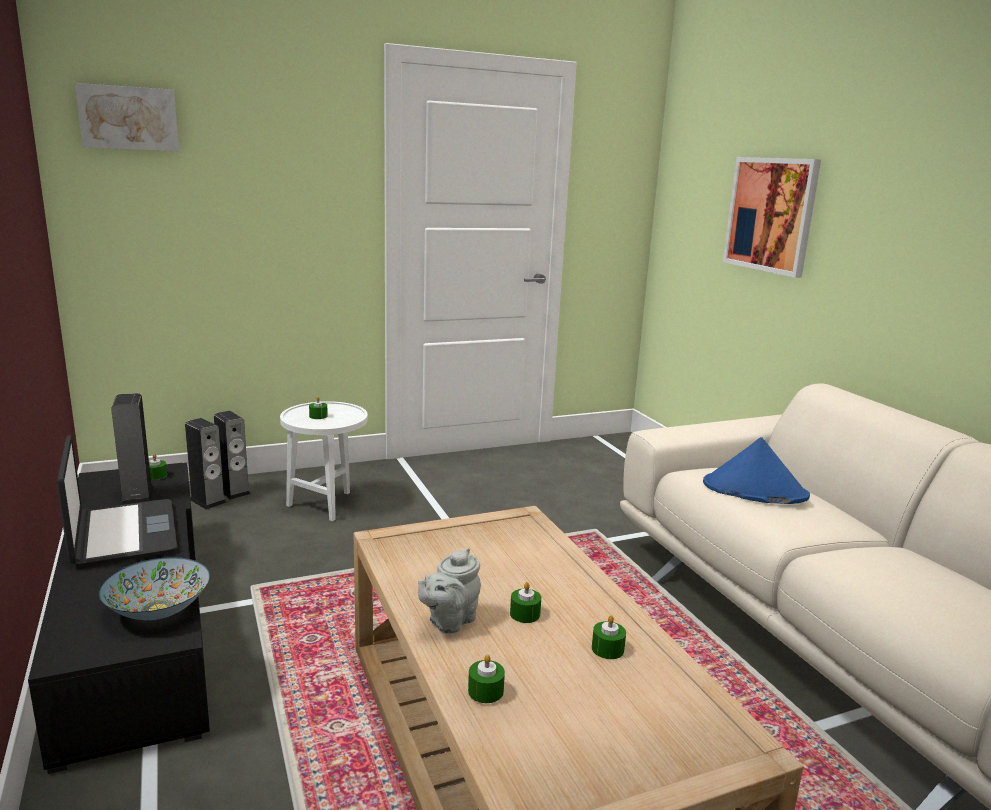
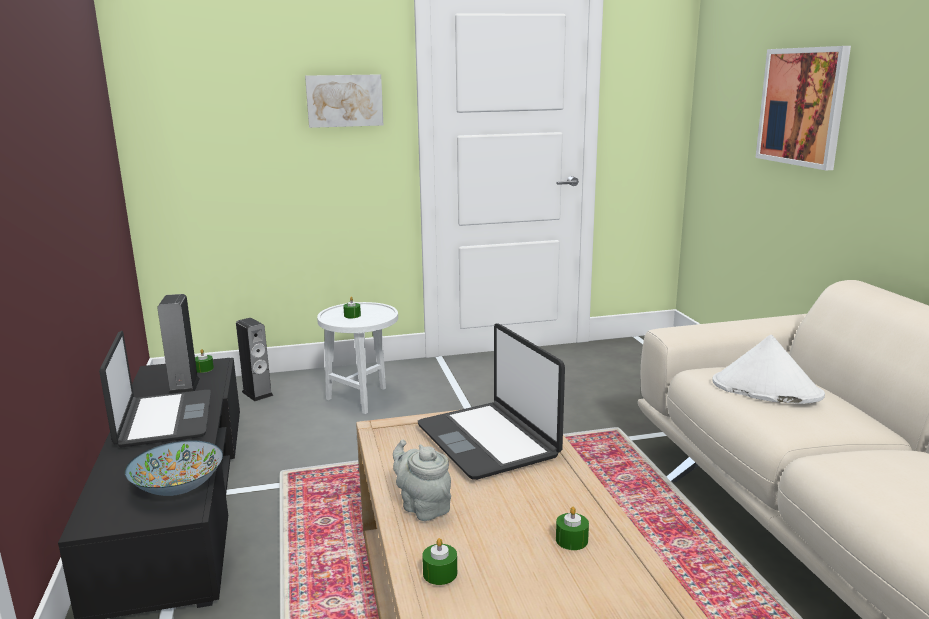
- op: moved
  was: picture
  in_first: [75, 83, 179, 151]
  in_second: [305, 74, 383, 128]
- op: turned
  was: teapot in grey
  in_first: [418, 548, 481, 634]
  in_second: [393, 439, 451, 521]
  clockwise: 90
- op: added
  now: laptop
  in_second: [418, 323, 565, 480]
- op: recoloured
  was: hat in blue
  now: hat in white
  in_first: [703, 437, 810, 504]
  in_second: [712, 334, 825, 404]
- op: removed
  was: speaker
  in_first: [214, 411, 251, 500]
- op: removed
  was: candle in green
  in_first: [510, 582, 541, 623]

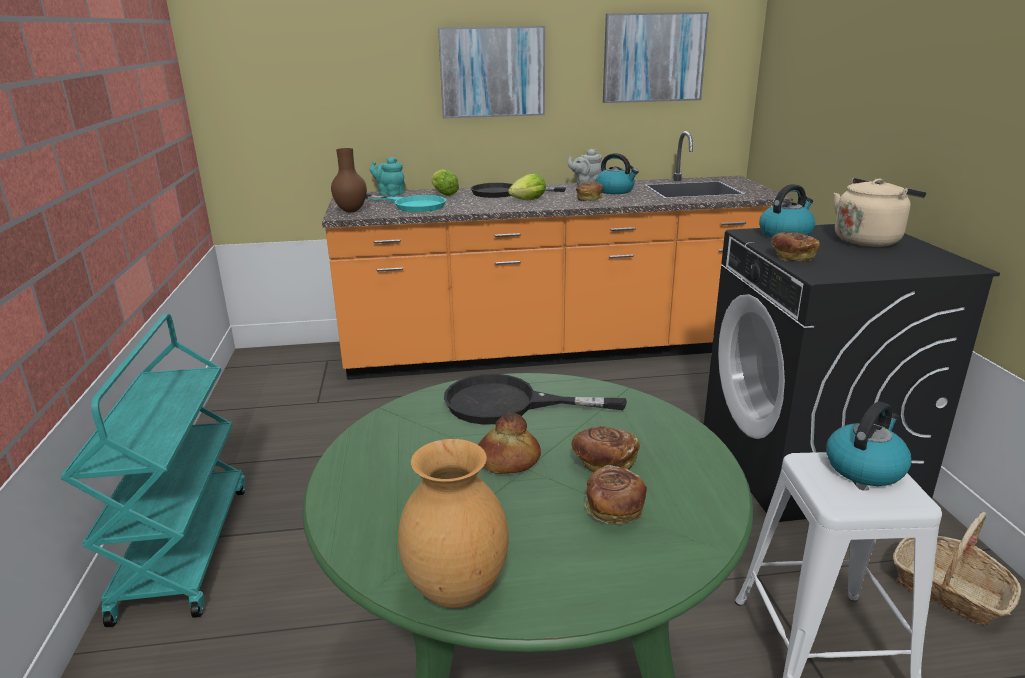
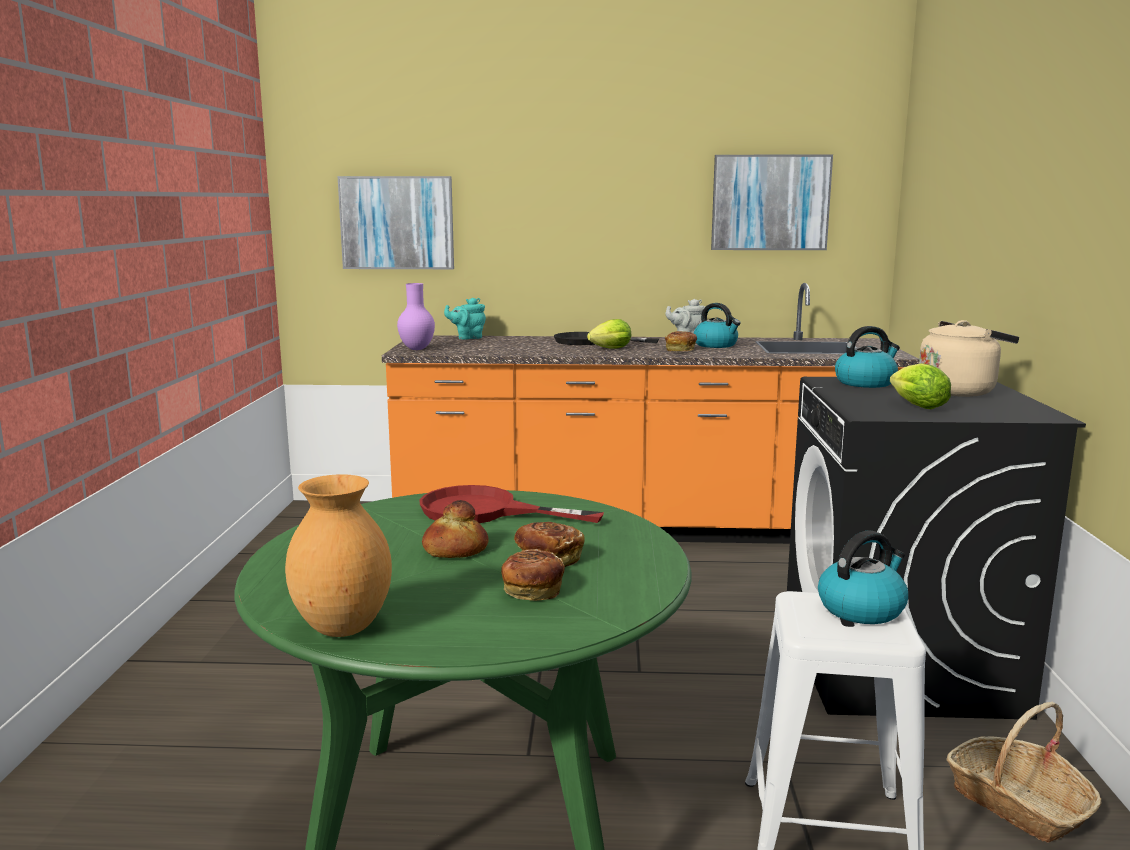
- op: moved
  was: picture
  in_first: [438, 26, 545, 118]
  in_second: [337, 176, 454, 269]
- op: recoloured
  was: vase in brown
  now: vase in purple
  in_first: [331, 148, 367, 212]
  in_second: [397, 283, 435, 350]
- op: recoloured
  was: frying pan in black
  now: frying pan in red
  in_first: [444, 374, 627, 425]
  in_second: [420, 485, 604, 523]
- op: turned
  was: teapot in turquoise
  in_first: [370, 157, 405, 196]
  in_second: [444, 298, 486, 339]
  clockwise: -60
- op: moved
  was: lettuce
  in_first: [431, 169, 459, 196]
  in_second: [890, 363, 951, 409]
- op: removed
  was: cart in turquoise
  in_first: [60, 314, 245, 627]
- op: removed
  was: frying pan in turquoise
  in_first: [365, 194, 446, 212]
- op: removed
  was: bread
  in_first: [771, 232, 820, 261]

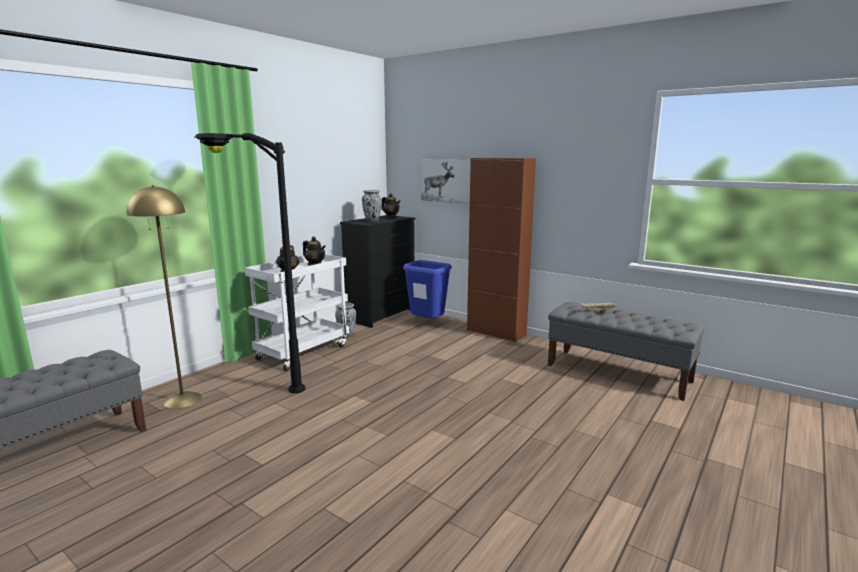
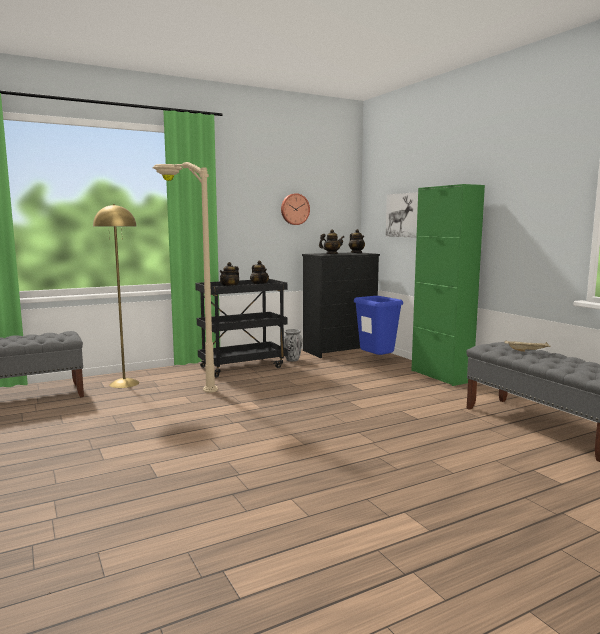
- op: recoloured
  was: floor lamp in black
  now: floor lamp in beige
  in_first: [194, 133, 305, 393]
  in_second: [152, 162, 218, 393]
- op: recoloured
  was: cart in white
  now: cart in black
  in_first: [245, 254, 349, 371]
  in_second: [195, 279, 288, 378]
- op: added
  now: wall clock
  in_second: [281, 193, 310, 225]
- op: replaced
  was: vase
  now: teapot
  in_first: [362, 190, 382, 222]
  in_second: [319, 229, 344, 254]
- op: recoloured
  was: cabinet in brown
  now: cabinet in green
  in_first: [467, 158, 536, 342]
  in_second: [411, 184, 485, 386]

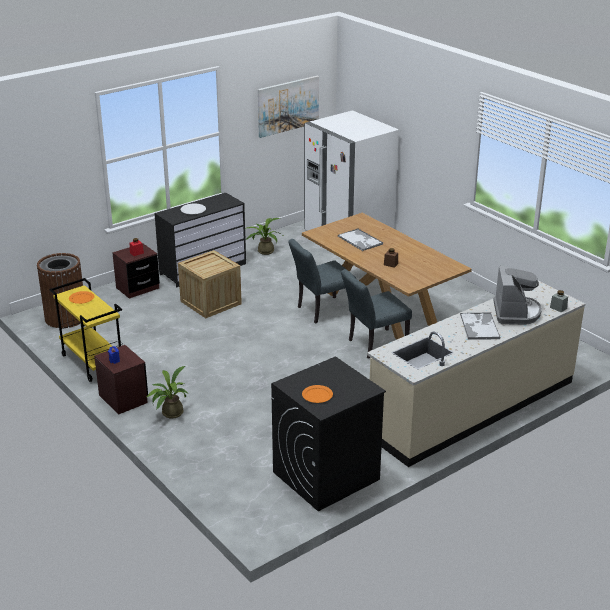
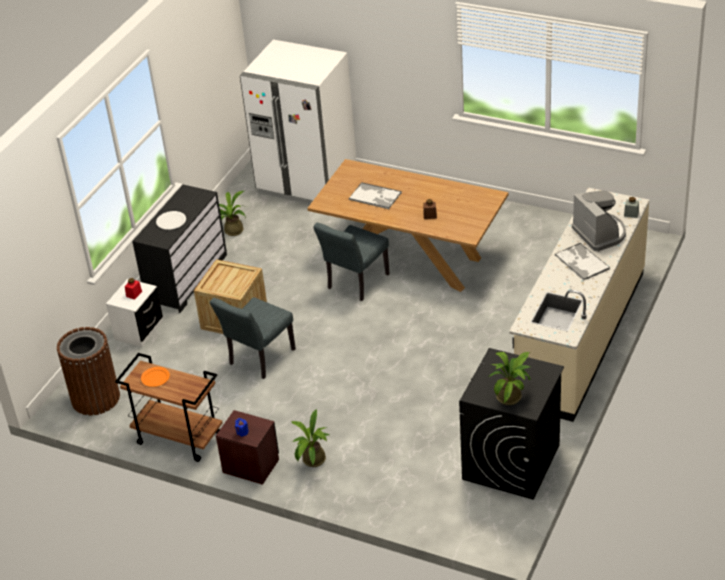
- op: recoloured
  was: nightstand in brown
  now: nightstand in white
  in_first: [112, 243, 160, 299]
  in_second: [106, 279, 163, 347]
- op: recoloured
  was: cart in yellow
  now: cart in brown
  in_first: [50, 278, 123, 382]
  in_second: [115, 353, 222, 462]
- op: moved
  was: chair in grey
  in_first: [341, 269, 412, 359]
  in_second: [210, 297, 296, 379]
- op: replaced
  was: plate in orange
  now: potted plant
  in_first: [302, 385, 333, 403]
  in_second: [488, 352, 531, 405]
- op: removed
  was: picture
  in_first: [258, 76, 319, 138]

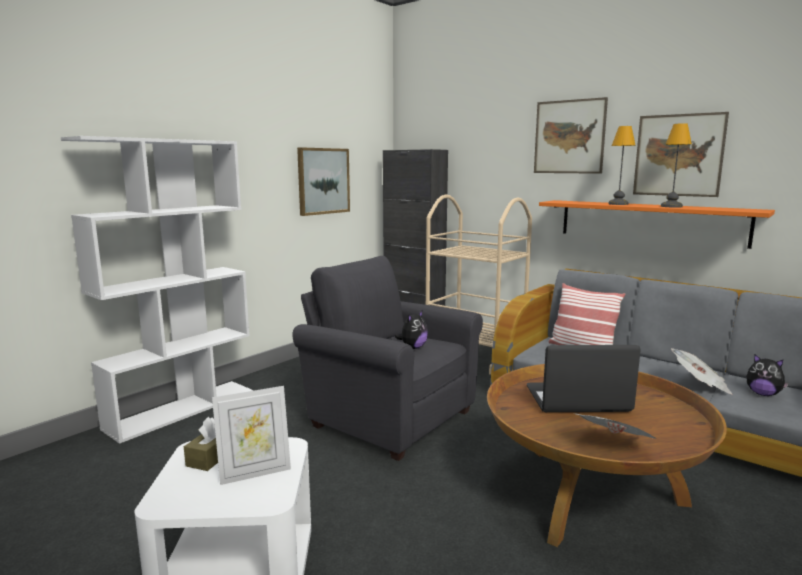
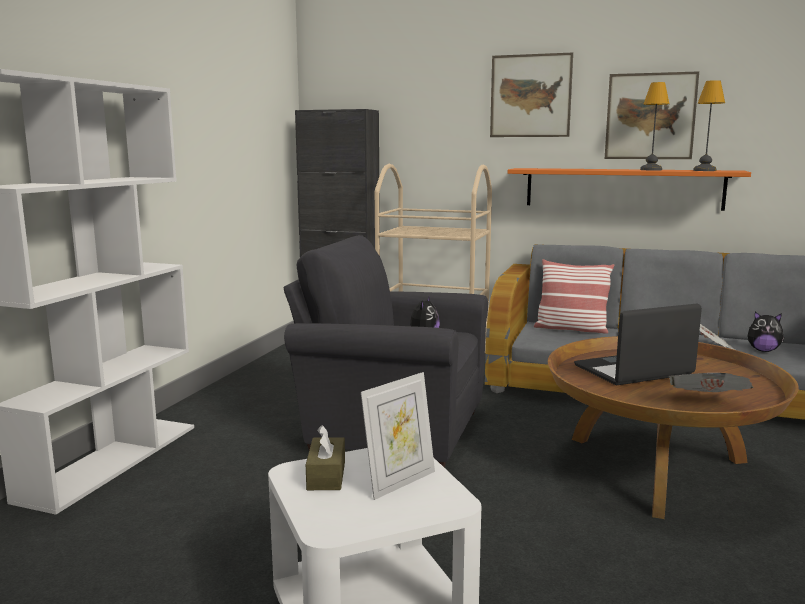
- op: moved
  was: table lamp
  in_first: [608, 126, 636, 205]
  in_second: [693, 80, 725, 171]
- op: removed
  was: picture
  in_first: [297, 147, 350, 216]

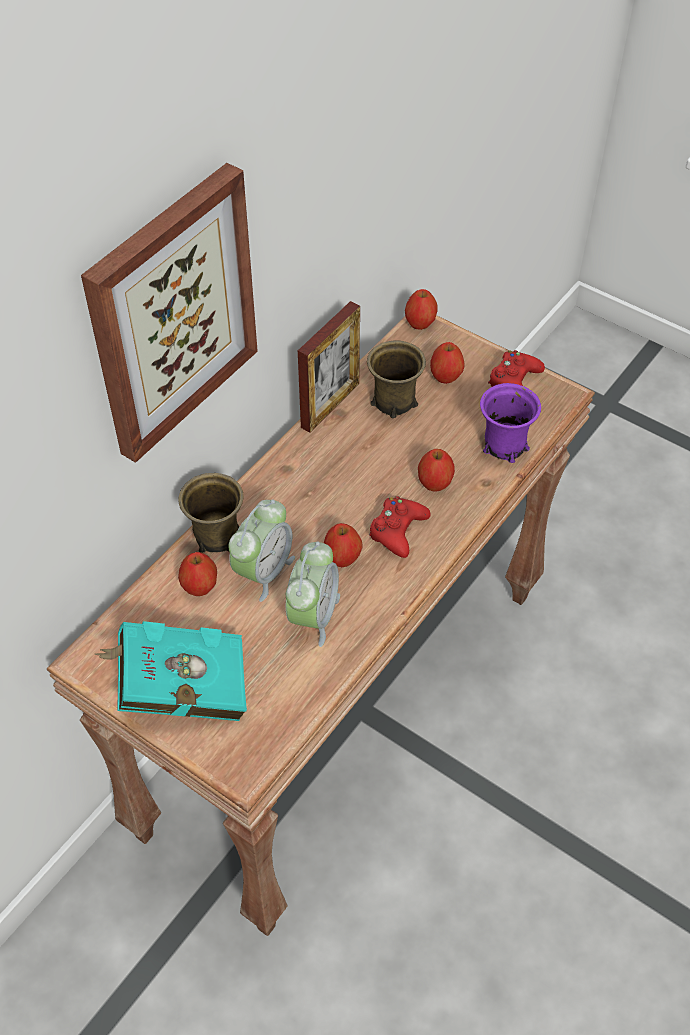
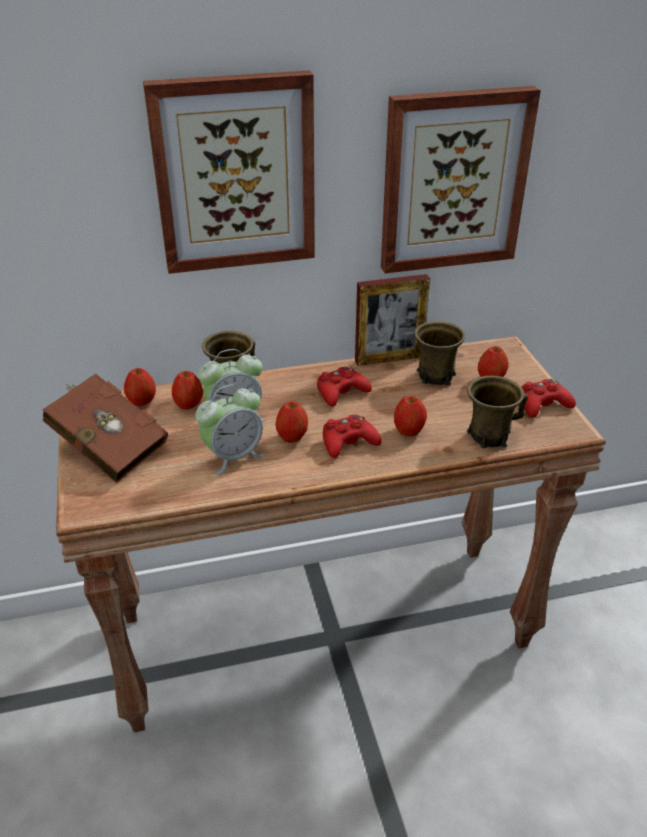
- op: recoloured
  was: book in turquoise
  now: book in brown
  in_first: [94, 621, 247, 721]
  in_second: [42, 373, 168, 483]
- op: moved
  was: apple
  in_first: [405, 289, 437, 330]
  in_second: [124, 368, 156, 406]
- op: added
  now: game controller in red
  in_second: [317, 366, 372, 407]
- op: added
  now: picture
  in_second: [381, 86, 541, 273]
- op: recoloured
  was: mug in purple
  now: mug in brown
  in_first: [480, 383, 541, 463]
  in_second: [467, 376, 528, 448]

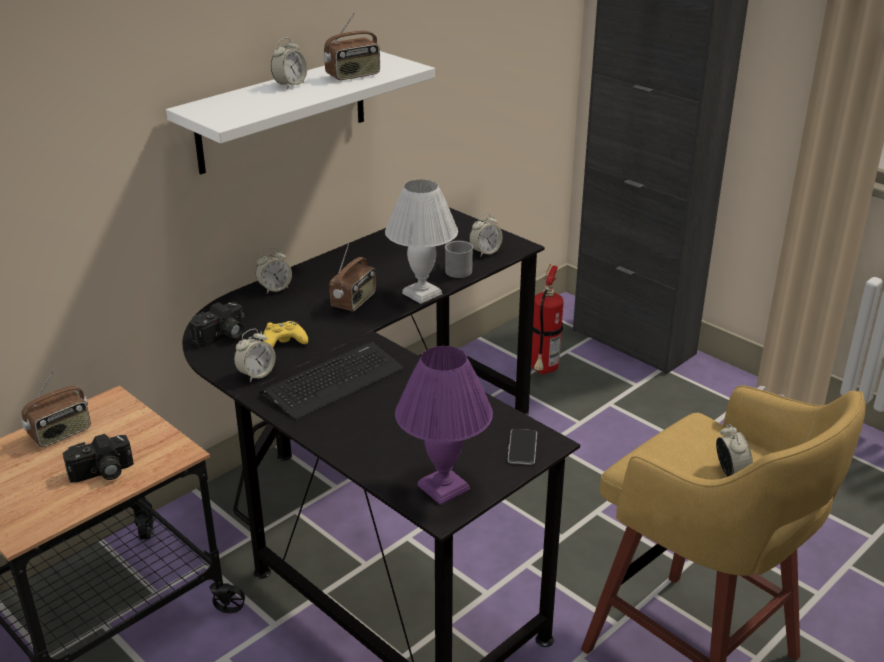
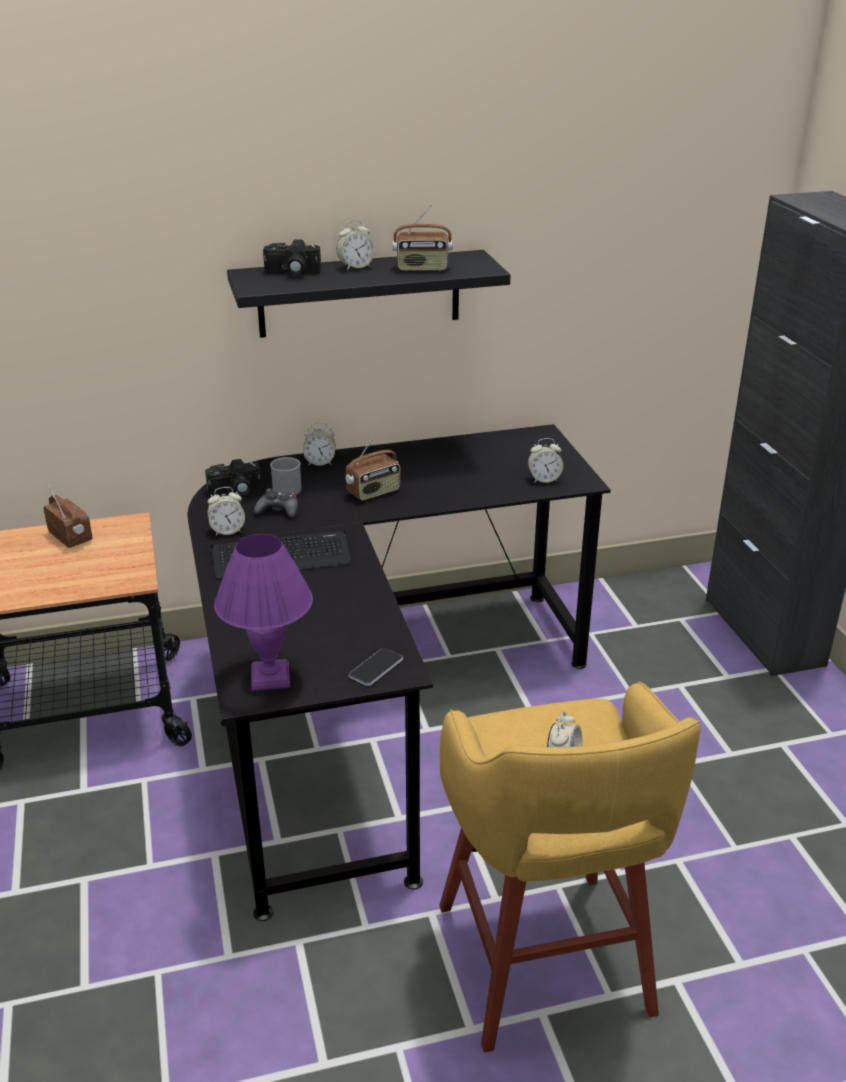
- op: turned
  was: radio
  in_first: [21, 371, 91, 447]
  in_second: [44, 485, 92, 548]
  clockwise: -120
- op: recoloured
  was: shelf in white
  now: shelf in black
  in_first: [166, 51, 435, 174]
  in_second: [227, 250, 511, 338]
- op: recoloured
  was: game controller in yellow
  now: game controller in black
  in_first: [263, 321, 308, 348]
  in_second: [254, 489, 298, 517]
- op: moved
  was: photo camera
  in_first: [63, 434, 134, 483]
  in_second: [263, 239, 321, 276]
- op: moved
  was: mug in grey
  in_first: [445, 241, 473, 278]
  in_second: [270, 457, 302, 495]
- op: removed
  was: table lamp in white
  in_first: [385, 179, 458, 304]
- op: removed
  was: fire extinguisher
  in_first: [531, 264, 564, 375]

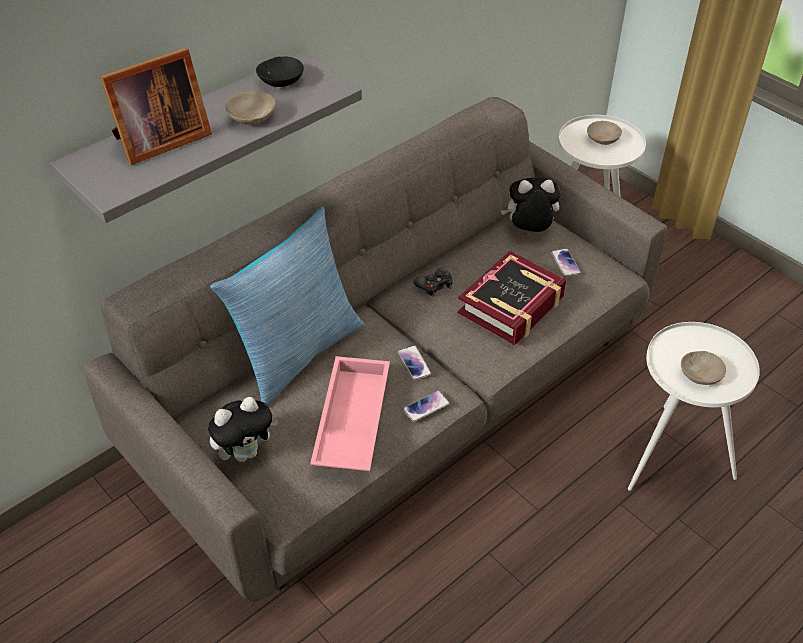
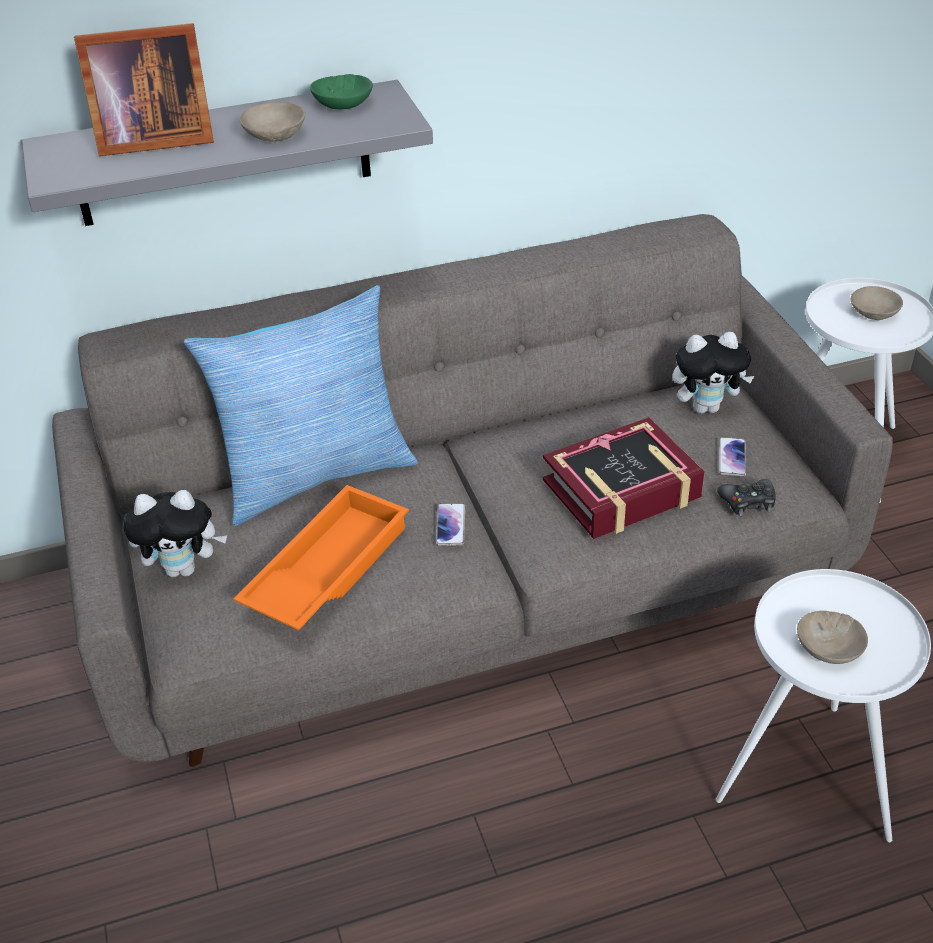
- op: recoloured
  was: tray in pink
  now: tray in orange
  in_first: [310, 356, 390, 471]
  in_second: [233, 485, 409, 630]
- op: recoloured
  was: bowl in black
  now: bowl in green
  in_first: [256, 56, 304, 87]
  in_second: [310, 74, 373, 109]
- op: turned
  was: plush toy
  in_first: [501, 178, 560, 232]
  in_second: [673, 332, 754, 413]
  clockwise: 150
- op: moved
  was: game controller in black
  in_first: [413, 267, 453, 296]
  in_second: [717, 479, 776, 516]
- op: removed
  was: phone
  in_first: [403, 391, 450, 422]

